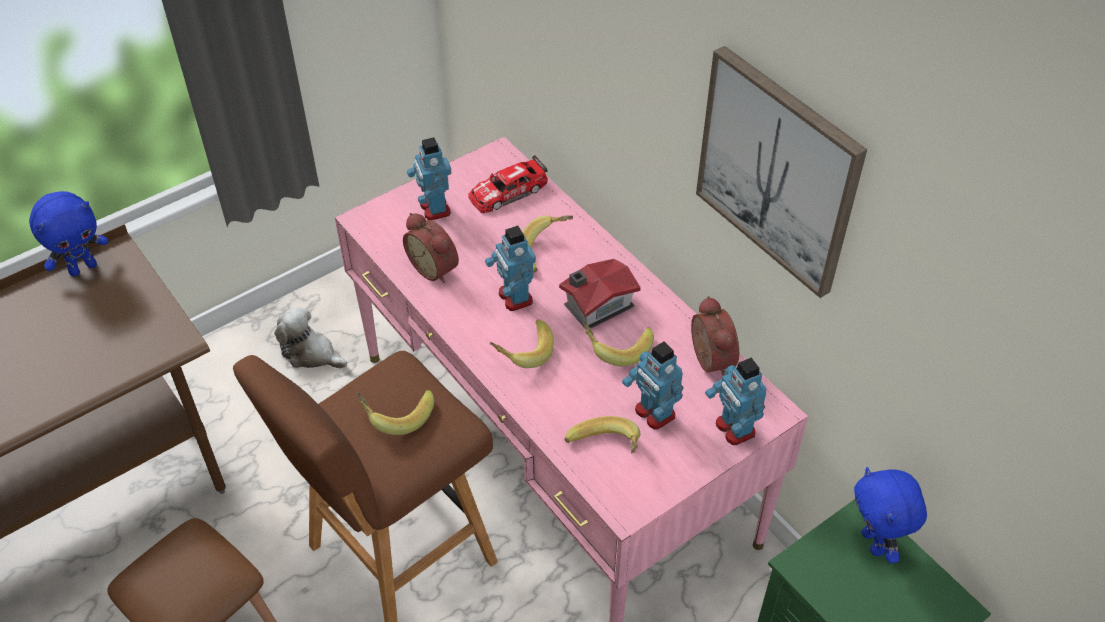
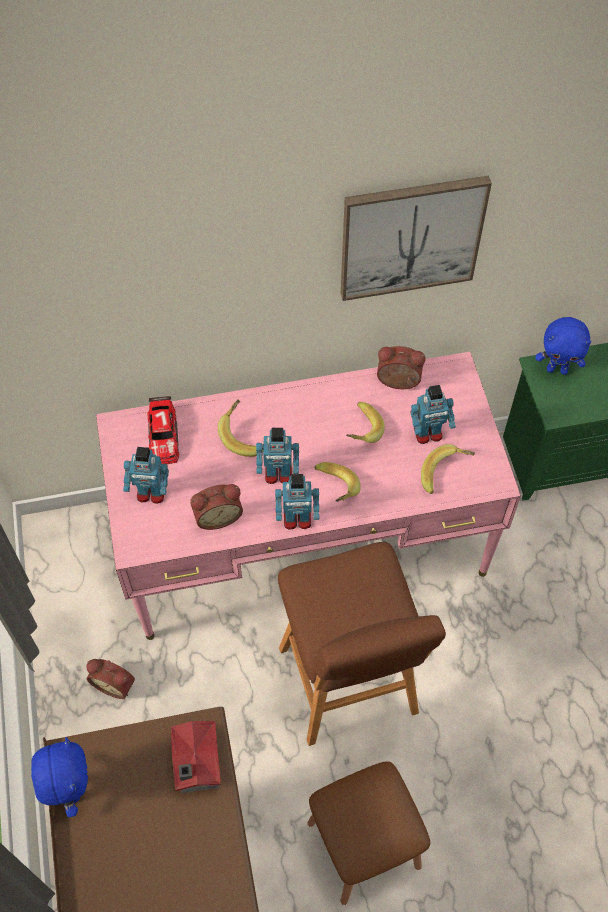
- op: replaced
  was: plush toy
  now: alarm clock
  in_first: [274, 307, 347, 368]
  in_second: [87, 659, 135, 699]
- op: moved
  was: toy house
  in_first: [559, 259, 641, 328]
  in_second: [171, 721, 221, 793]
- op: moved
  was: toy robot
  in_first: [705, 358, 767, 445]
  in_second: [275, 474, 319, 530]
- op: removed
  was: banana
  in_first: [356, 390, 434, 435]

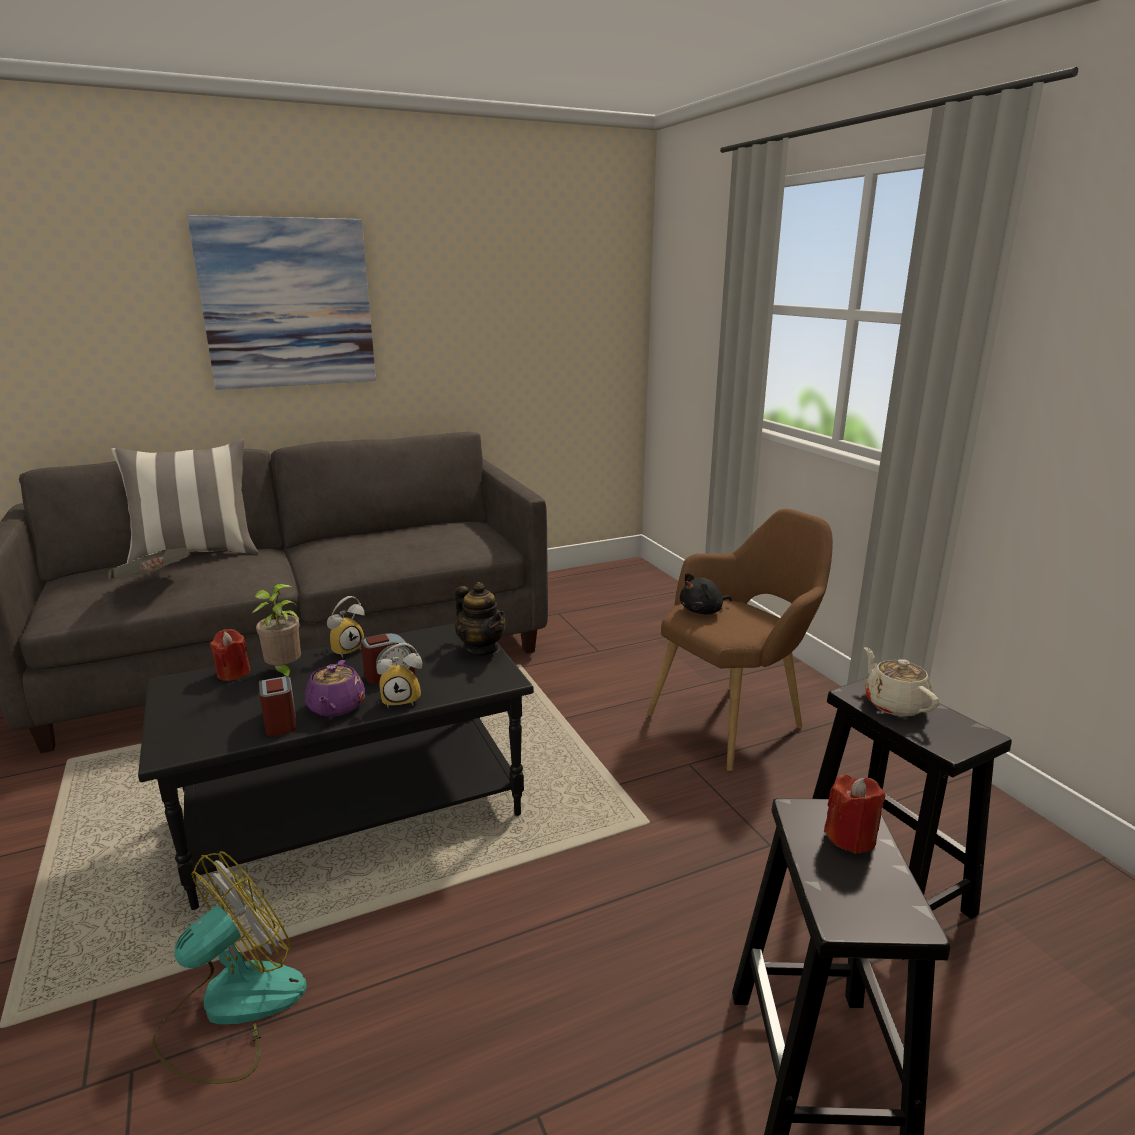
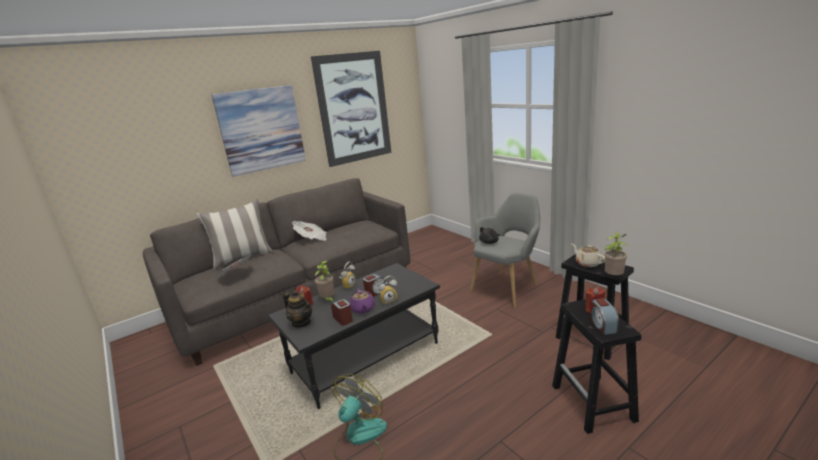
- op: moved
  was: teapot
  in_first: [455, 582, 506, 656]
  in_second: [283, 290, 312, 328]
- op: added
  now: newspaper
  in_second: [292, 221, 327, 241]
- op: added
  now: picture
  in_second: [311, 51, 391, 167]
- op: recoloured
  was: armchair in brown
  now: armchair in grey
  in_first: [647, 509, 833, 771]
  in_second: [470, 192, 540, 308]
- op: added
  now: alarm clock
  in_second: [591, 298, 619, 335]
- op: added
  now: potted plant
  in_second: [605, 232, 628, 275]

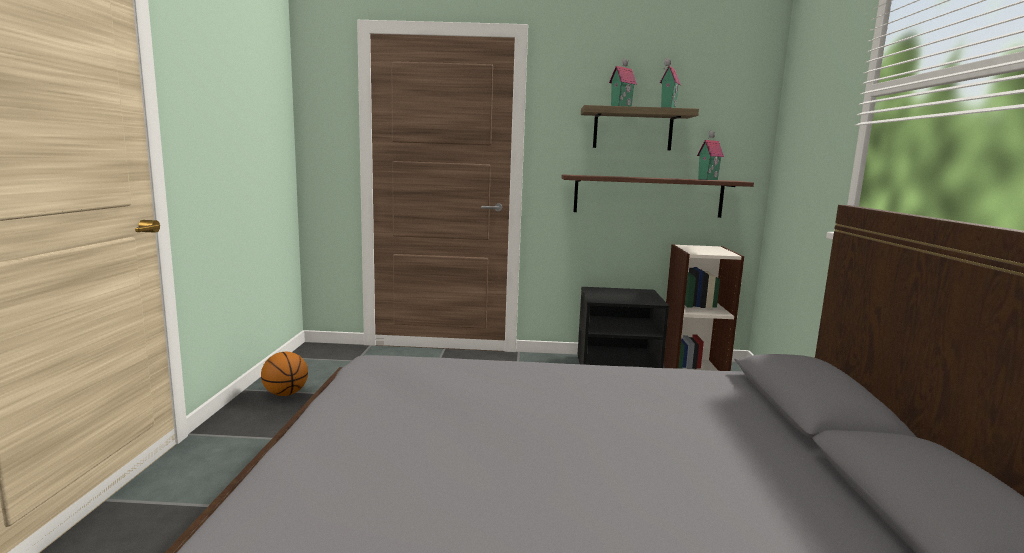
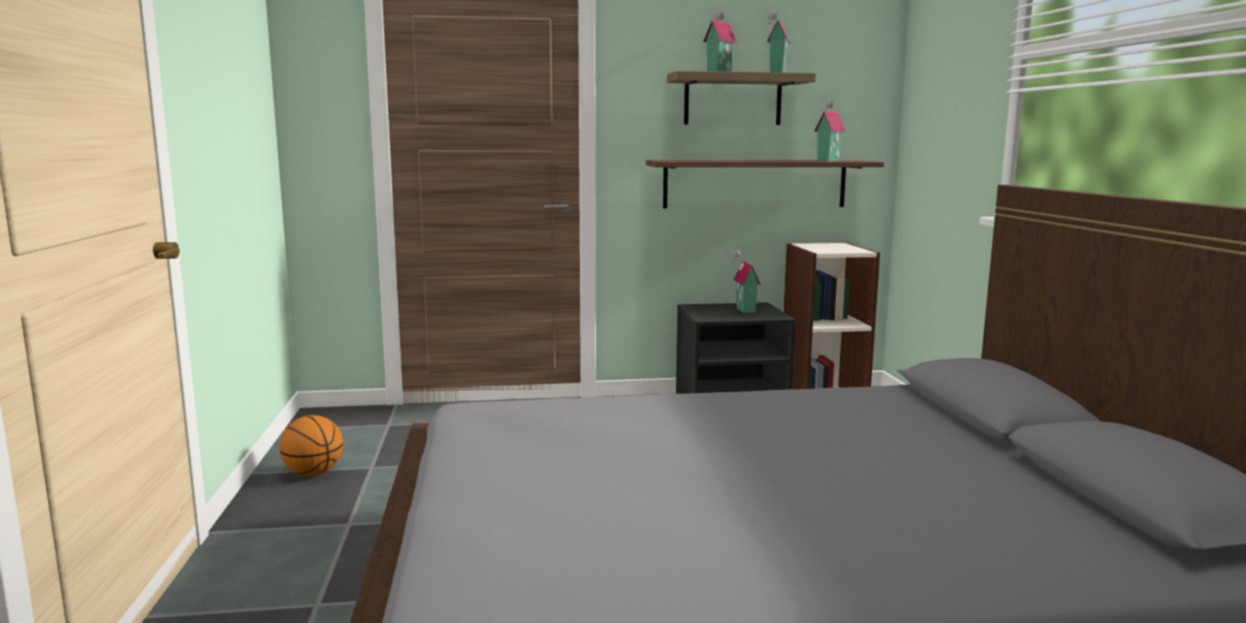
- op: added
  now: toy house
  in_second: [731, 250, 761, 313]

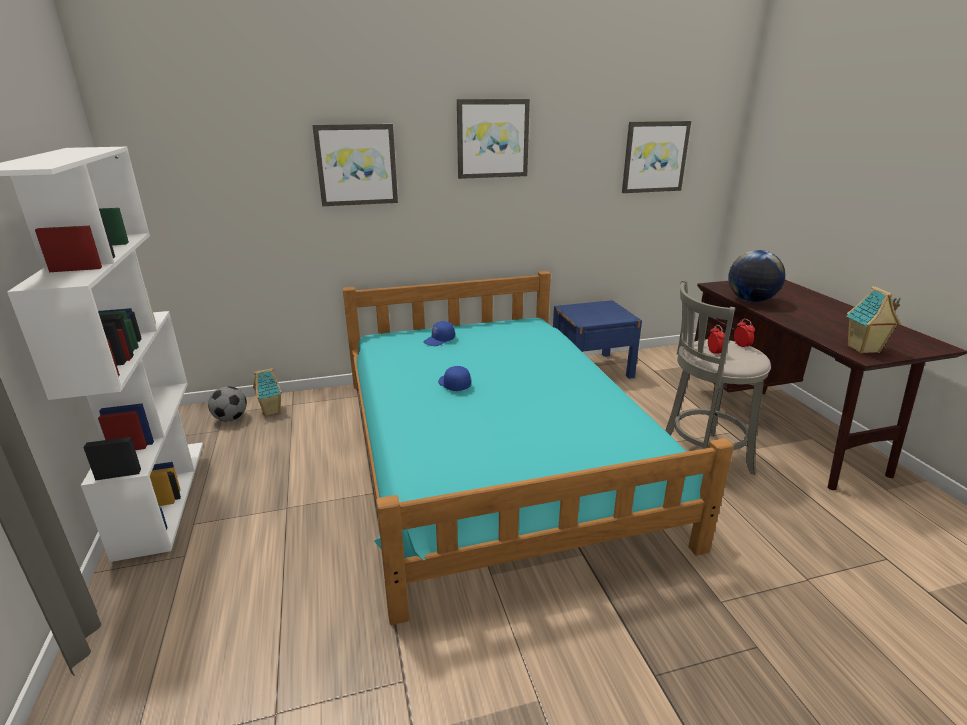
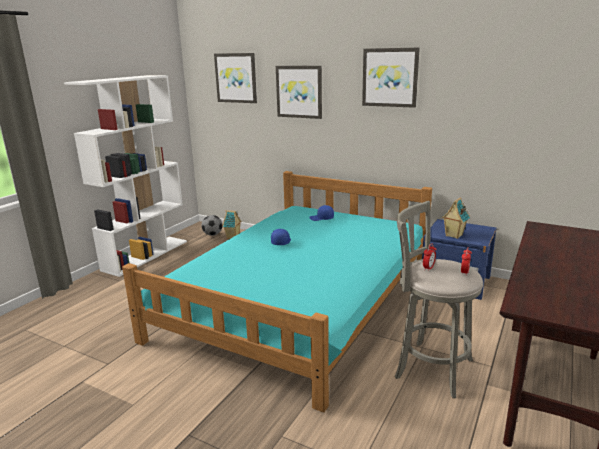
- op: moved
  was: picture
  in_first: [622, 121, 691, 193]
  in_second: [214, 53, 257, 103]
- op: moved
  was: toy house
  in_first: [846, 286, 901, 354]
  in_second: [442, 197, 470, 239]
- op: removed
  was: globe
  in_first: [728, 250, 785, 302]

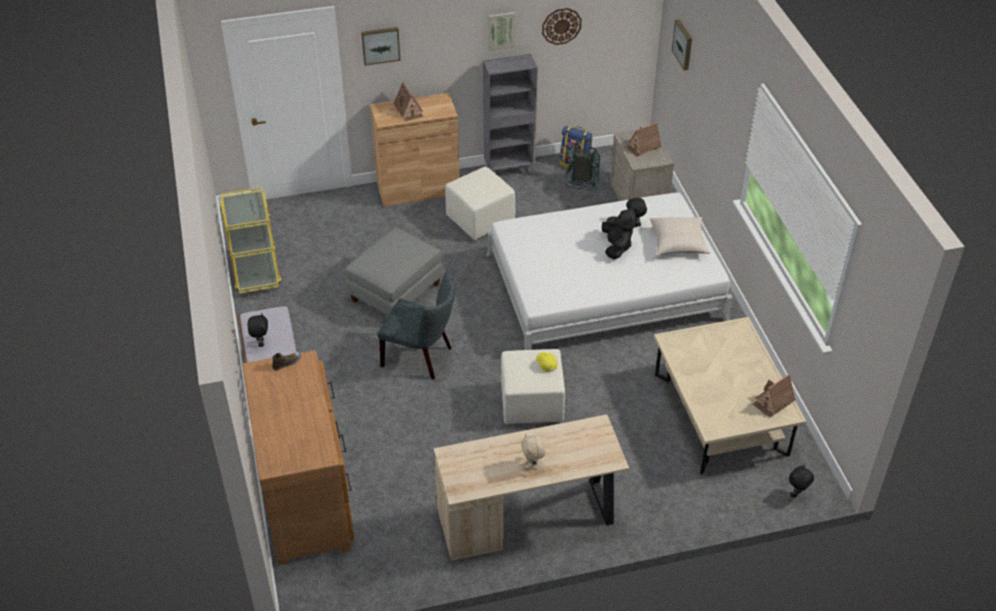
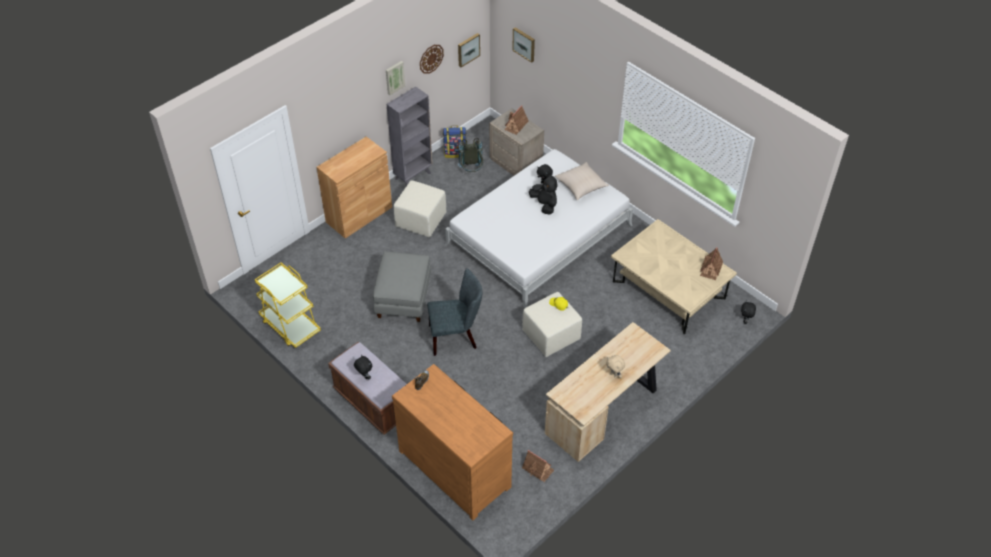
- op: moved
  was: picture
  in_first: [361, 27, 400, 66]
  in_second: [458, 33, 480, 67]
- op: moved
  was: toy house
  in_first: [394, 82, 424, 121]
  in_second: [522, 450, 554, 482]

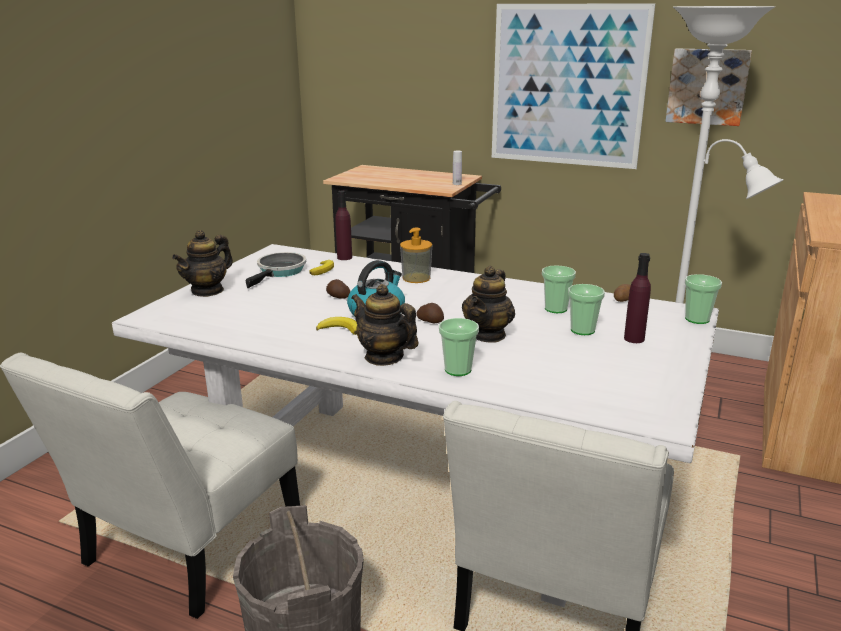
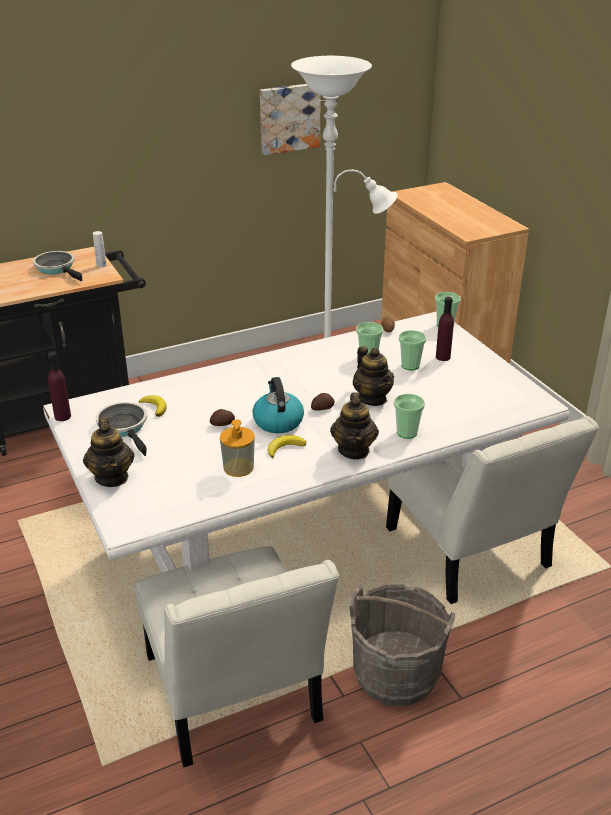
- op: added
  now: frying pan
  in_second: [33, 251, 82, 281]
- op: moved
  was: bottle in purple
  in_first: [335, 191, 352, 260]
  in_second: [48, 352, 71, 421]
- op: moved
  was: soap dispenser
  in_first: [400, 227, 432, 283]
  in_second: [220, 419, 255, 477]
- op: turned
  was: teapot
  in_first: [351, 284, 419, 366]
  in_second: [330, 392, 379, 459]
  clockwise: -75
- op: removed
  was: picture
  in_first: [492, 3, 655, 169]

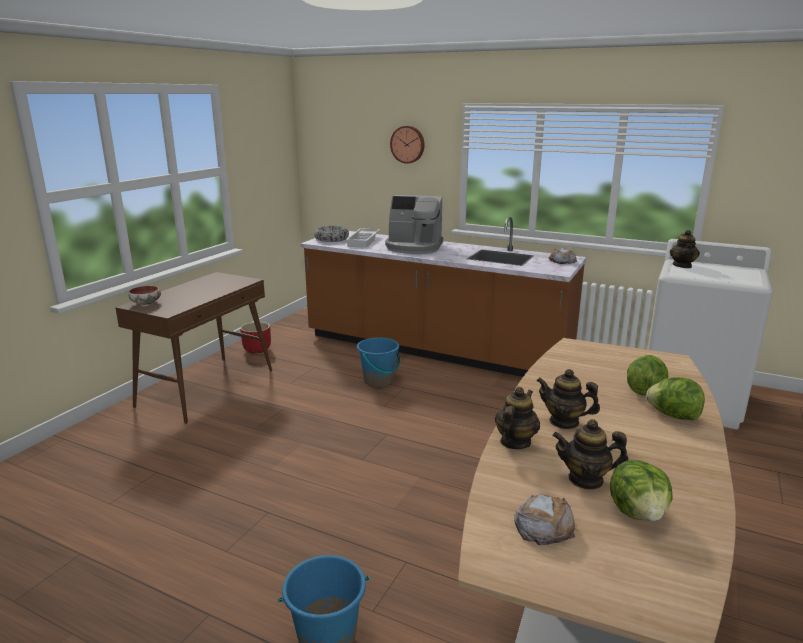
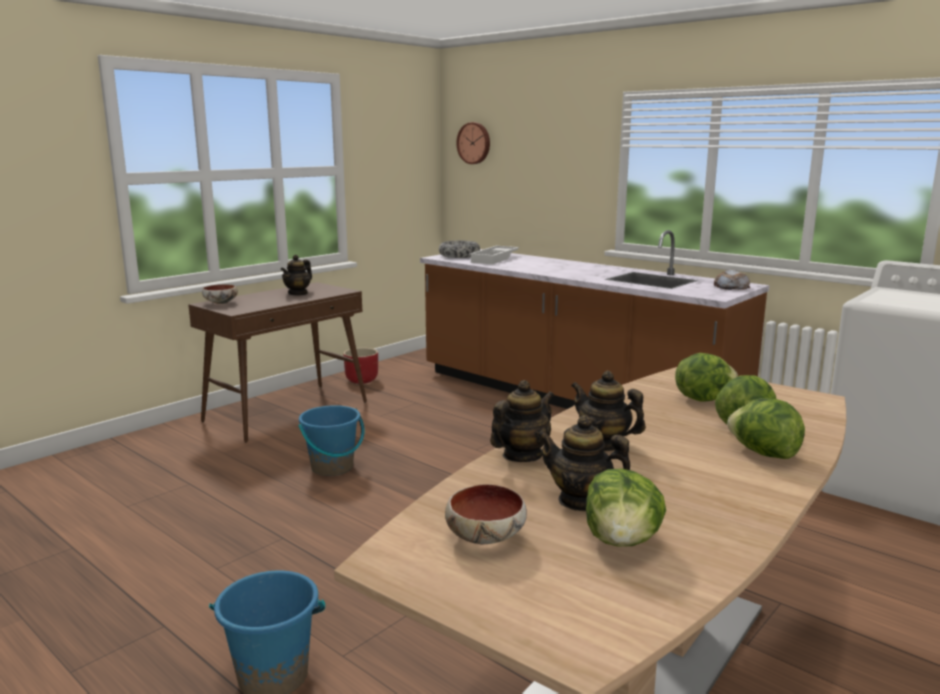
- op: moved
  was: teapot
  in_first: [670, 230, 700, 268]
  in_second: [280, 255, 312, 296]
- op: moved
  was: bucket in blue
  in_first: [357, 337, 400, 387]
  in_second: [298, 405, 365, 476]
- op: replaced
  was: bread
  now: bowl
  in_first: [514, 495, 575, 546]
  in_second: [445, 484, 527, 544]
- op: moved
  was: wall clock
  in_first: [390, 126, 425, 164]
  in_second: [456, 122, 490, 164]
- op: added
  now: lettuce
  in_second: [675, 353, 738, 401]
- op: removed
  was: coffee machine
  in_first: [385, 195, 443, 254]

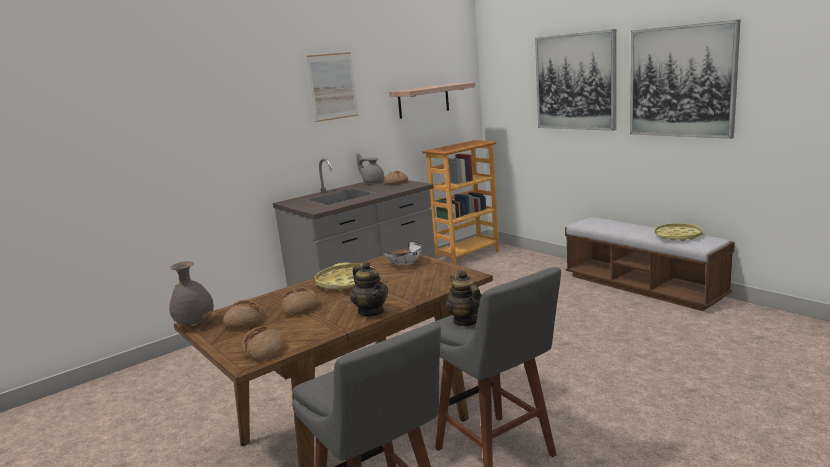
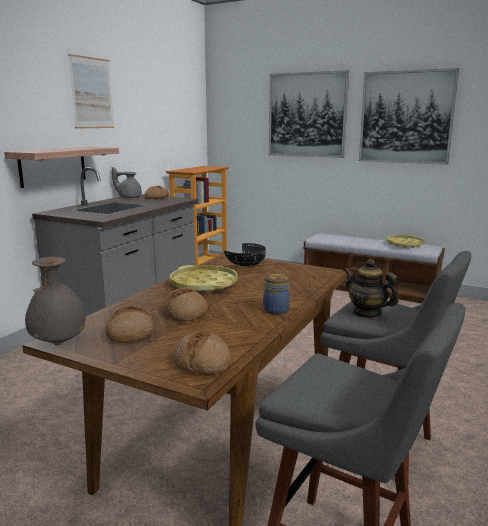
- op: moved
  was: shelf
  in_first: [389, 82, 475, 119]
  in_second: [4, 147, 119, 188]
- op: recoloured
  was: bowl in white
  now: bowl in black
  in_first: [382, 241, 422, 265]
  in_second: [224, 243, 266, 266]
- op: replaced
  was: teapot
  now: jar
  in_first: [350, 261, 388, 316]
  in_second: [263, 274, 290, 315]

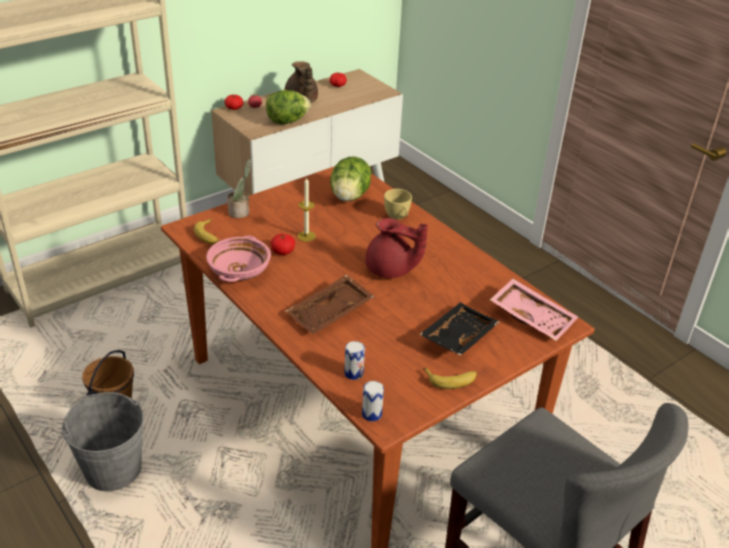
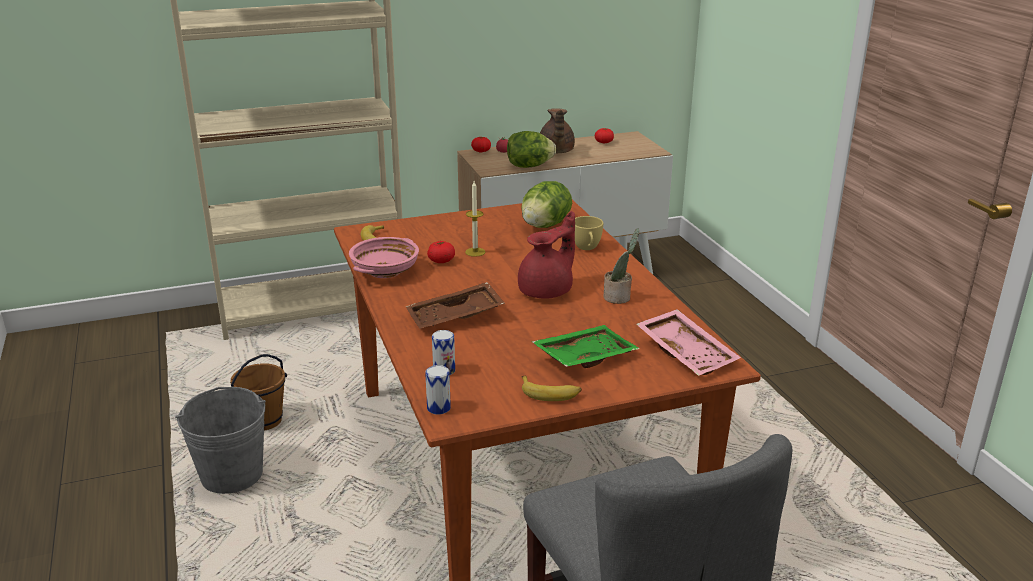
- op: turned
  was: teapot in red
  in_first: [365, 218, 428, 278]
  in_second: [518, 211, 575, 299]
  clockwise: -90
- op: recoloured
  was: tray in black
  now: tray in green
  in_first: [419, 302, 499, 356]
  in_second: [531, 325, 640, 368]
- op: moved
  was: potted plant
  in_first: [227, 159, 251, 218]
  in_second: [603, 228, 639, 304]

